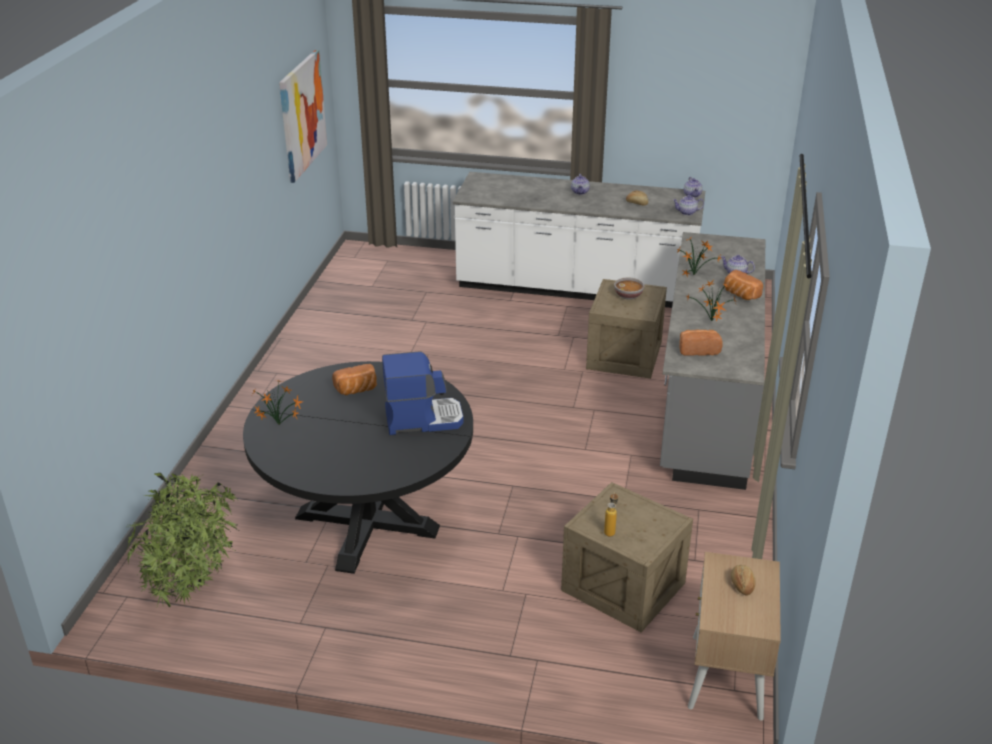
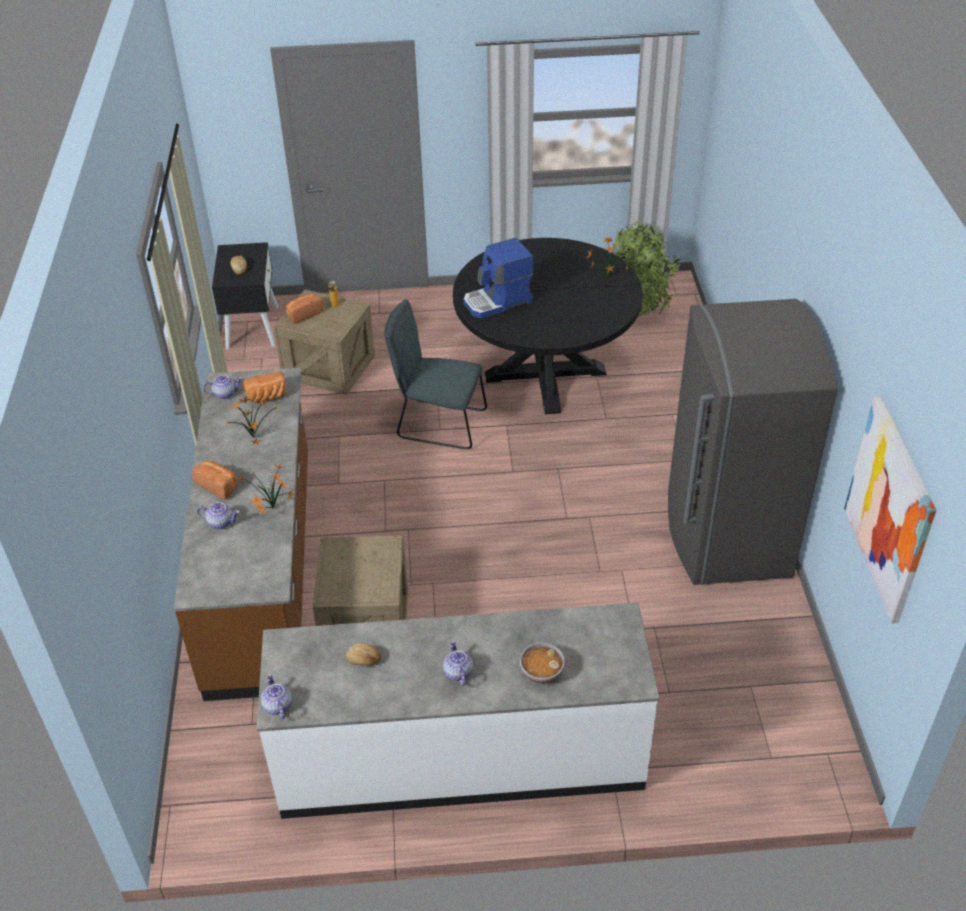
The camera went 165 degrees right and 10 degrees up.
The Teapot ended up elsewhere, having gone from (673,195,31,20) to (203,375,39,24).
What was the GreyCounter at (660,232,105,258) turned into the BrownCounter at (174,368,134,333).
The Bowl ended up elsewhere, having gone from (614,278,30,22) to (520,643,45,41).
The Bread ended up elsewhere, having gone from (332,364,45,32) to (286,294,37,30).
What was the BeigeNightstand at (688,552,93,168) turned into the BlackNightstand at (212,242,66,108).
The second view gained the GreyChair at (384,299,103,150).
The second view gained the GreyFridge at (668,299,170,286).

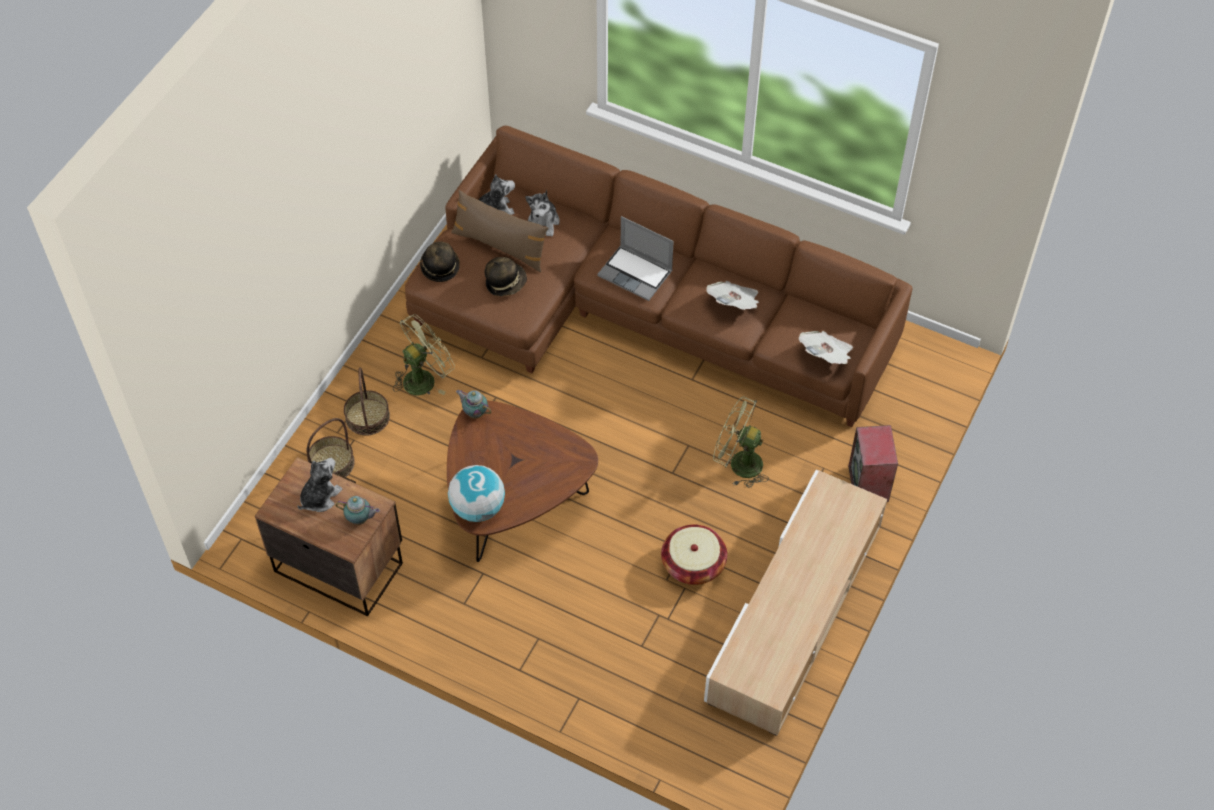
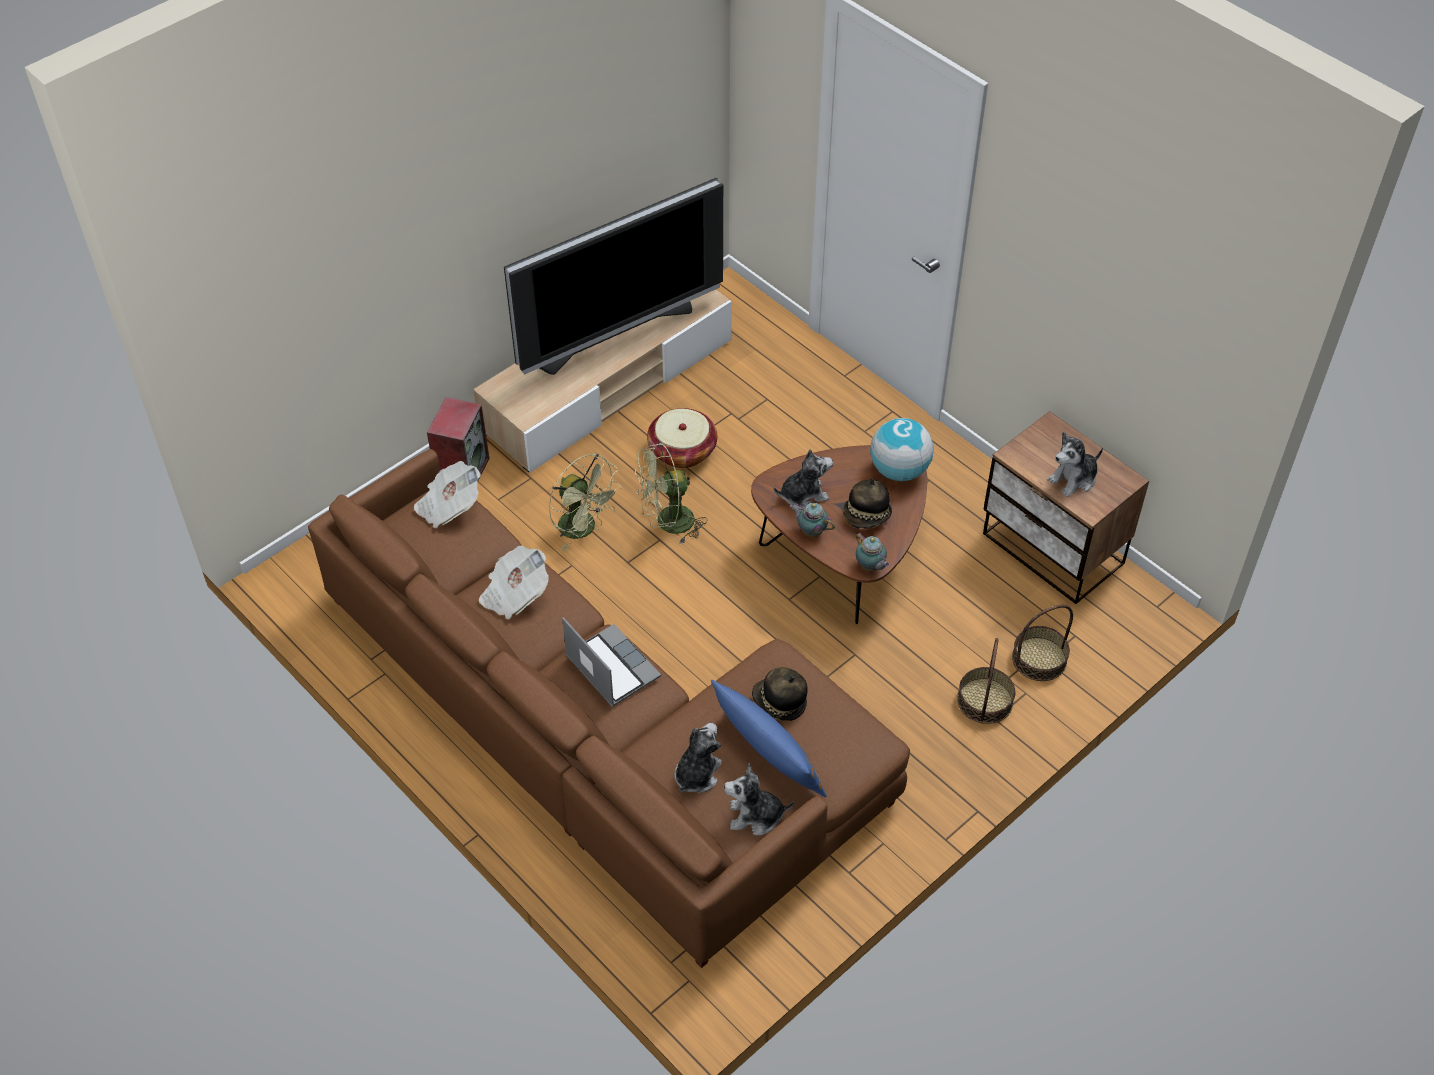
The camera went 160 degrees left and 5 degrees down.
What was the BrownPillow at (451,190,97,82) turned into the BluePillow at (711,680,116,117).
The Hat ended up elsewhere, having gone from (420,241,40,41) to (843,478,49,51).
The GreenFan ended up elsewhere, having gone from (393,314,62,81) to (635,442,72,103).
The Teapot ended up elsewhere, having gone from (335,496,45,29) to (790,503,45,34).
The second view gained the Television at (504,178,219,197).
The second view gained the PlushToy at (774,449,59,61).

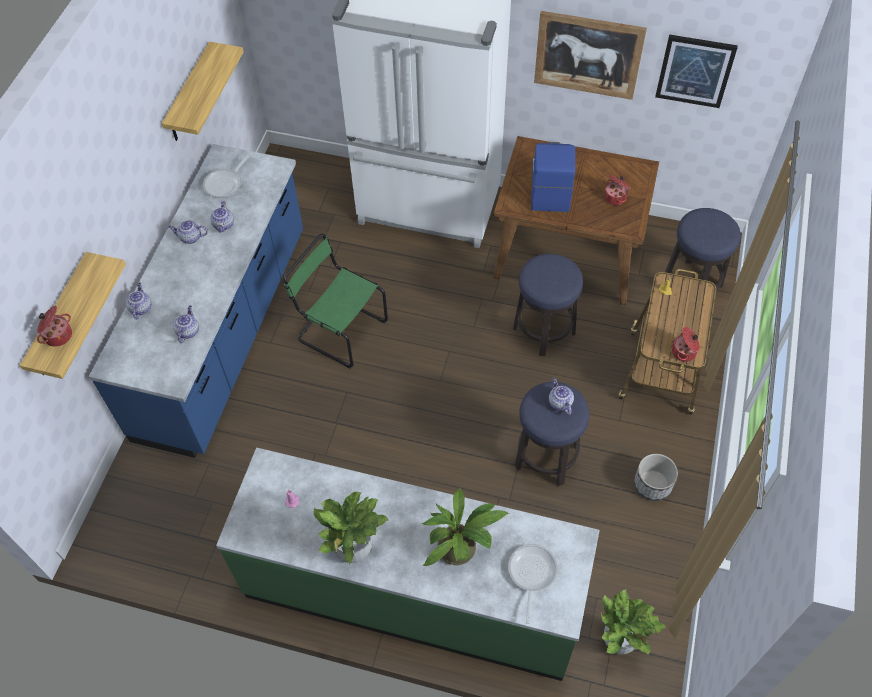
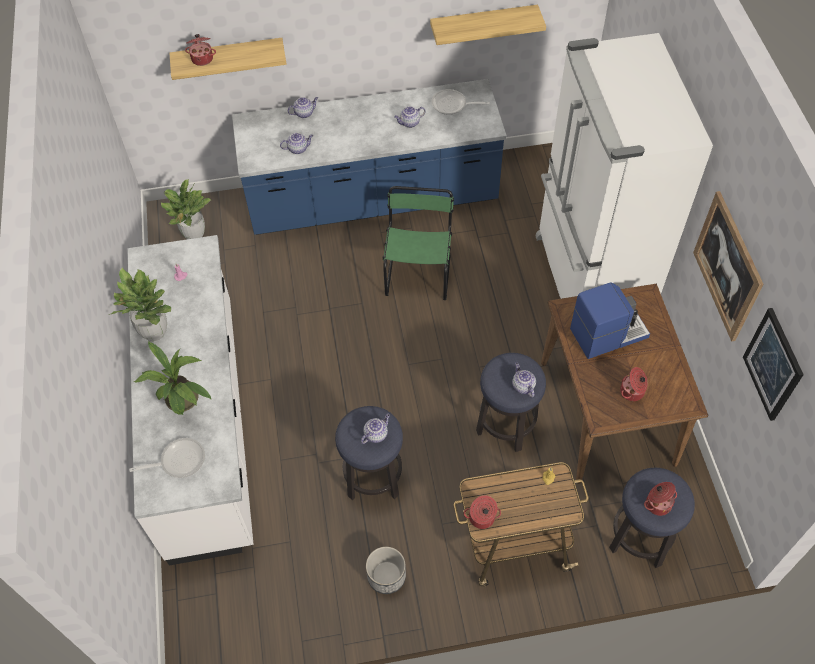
The camera went 65 degrees right and 0 degrees up.
The Teapot ended up elsewhere, having gone from (168,220,40,24) to (512,362,24,36).
What was the GreenCounter at (216,447,384,234) turned into the WhiteCounter at (127,235,126,330).
The PottedPlant ended up elsewhere, having gone from (601,589,65,66) to (161,179,50,60).
The second view gained the CookingPot at (644,482,33,34).

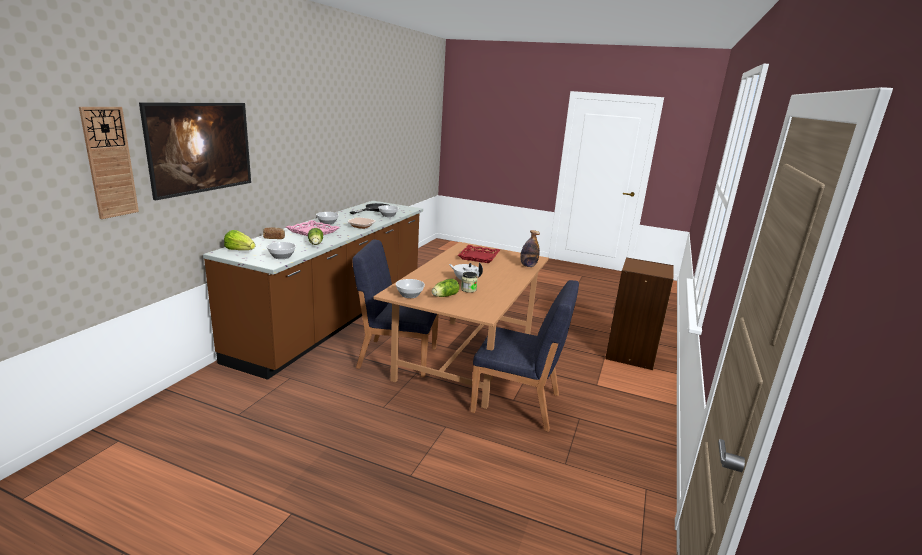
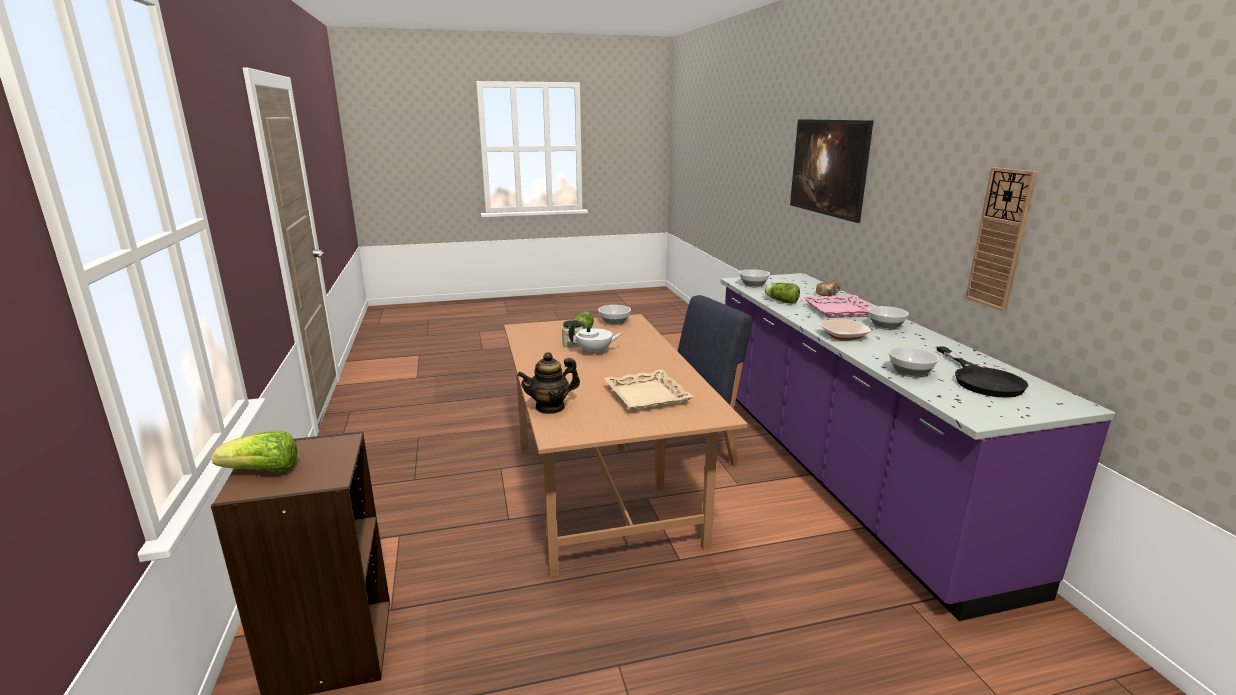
The camera went 145 degrees right and 0 degrees up.
The WallClock ended up elsewhere, having gone from (79,107,60,112) to (965,167,72,145).
What was the BrownCounter at (203,201,220,179) turned into the PurpleCounter at (721,273,394,348).
The Lettuce ended up elsewhere, having gone from (224,230,31,20) to (211,430,87,43).
Where the Bottle stood at (520,230,20,37), the Teapot came to stand at (517,352,63,62).
What was the RedTray at (458,245,42,18) turned into the BeigeTray at (604,369,90,43).
The second view lost the BlueChair at (470,280,109,152).

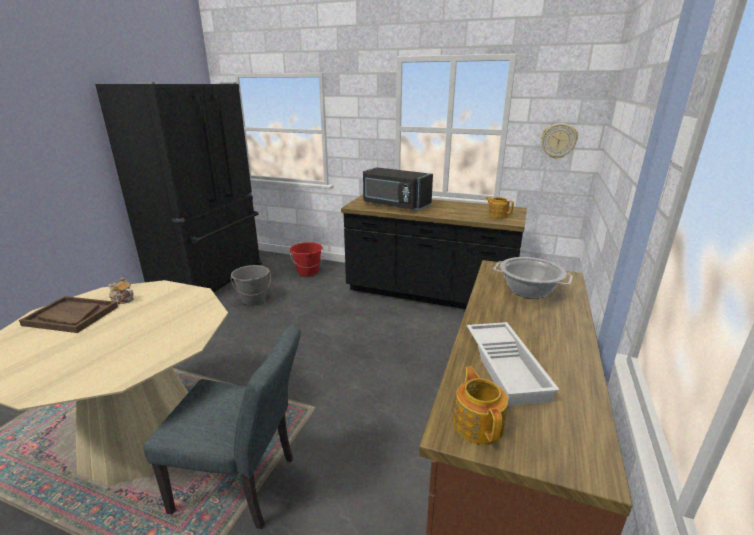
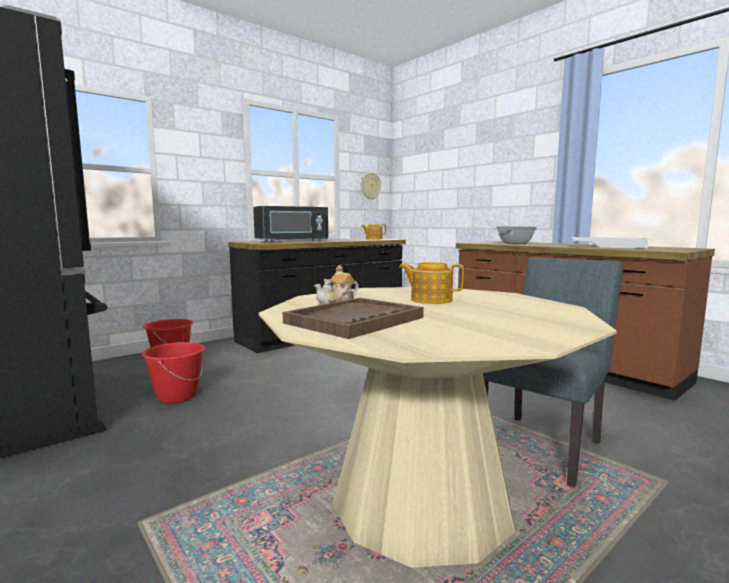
The camera went 60 degrees left and 15 degrees down.
What was the GreyBucket at (231,265,40,40) turned into the RedBucket at (142,342,63,61).
The Teapot ended up elsewhere, having gone from (453,366,55,79) to (399,262,65,42).

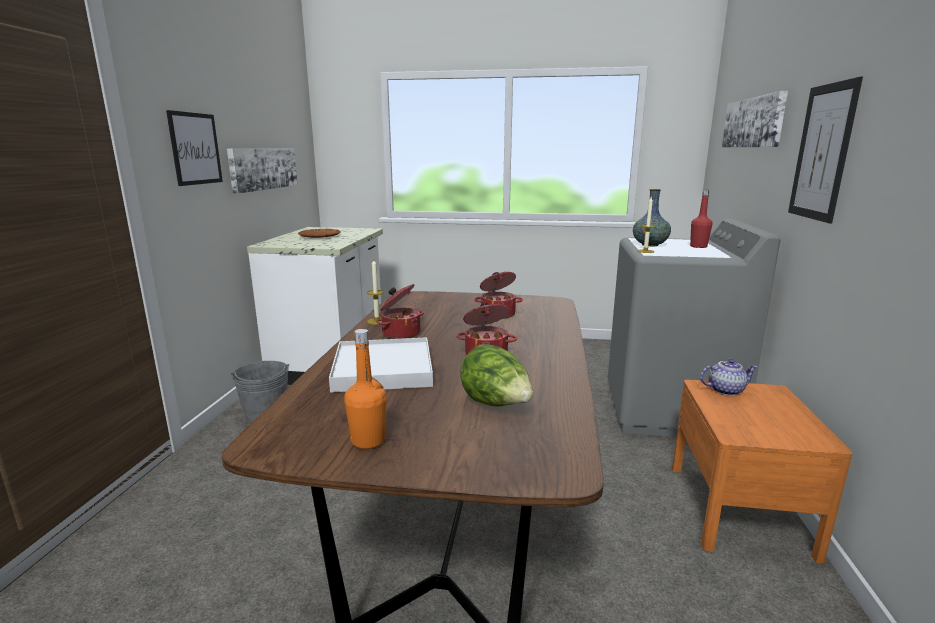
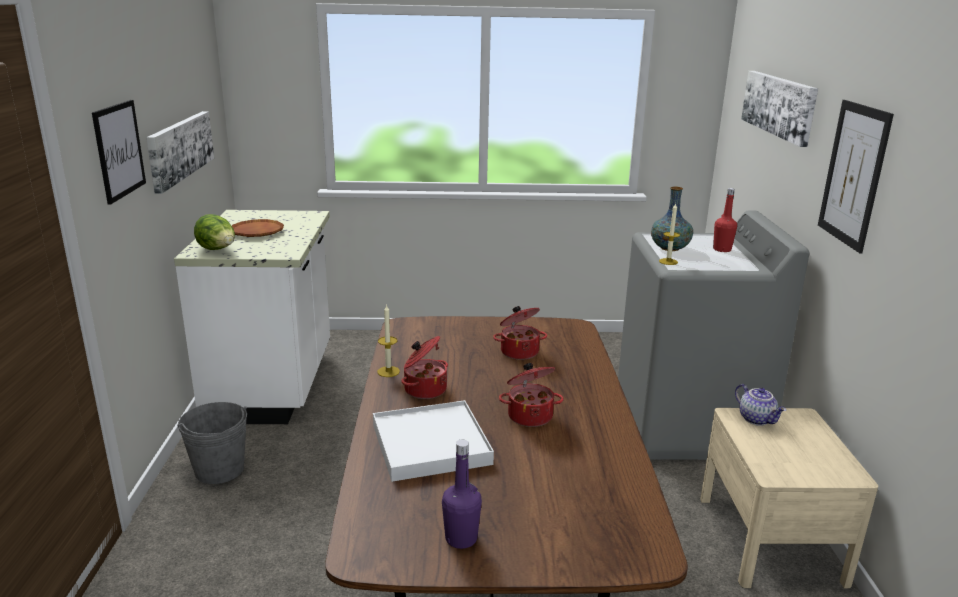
The camera went 10 degrees left and 5 degrees up.
What was the OrangeBottle at (344,329,43,120) turned into the PurpleBottle at (442,440,40,109).
The Lettuce ended up elsewhere, having gone from (460,344,73,63) to (194,214,41,36).
The Teapot at (700,359,57,37) ended up facing another way, 75 degrees clockwise from before.
What was the OrangeNightstand at (672,380,180,183) turned into the BeigeNightstand at (700,408,178,180).

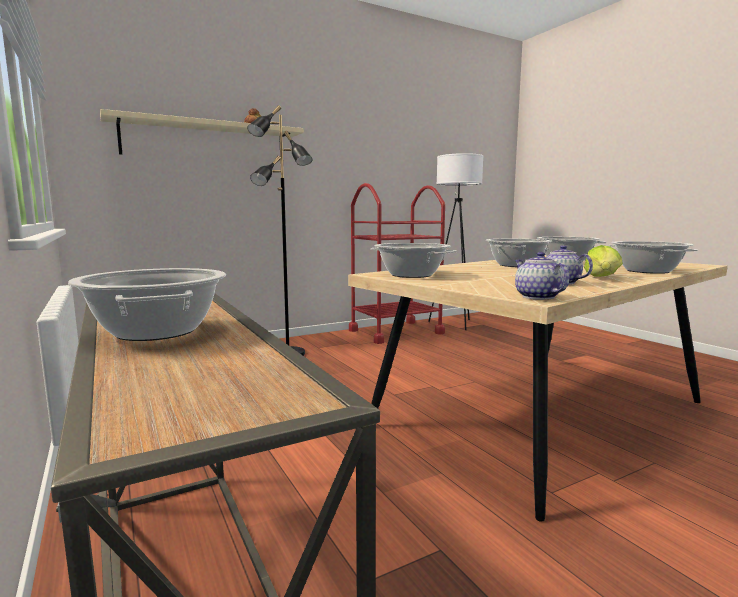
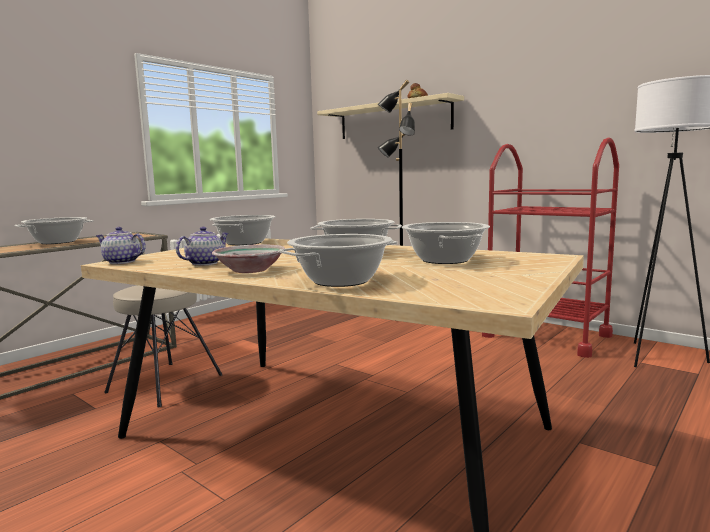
The camera went 70 degrees right and 0 degrees up.
Where the Lettuce stood at (584,245,39,32), the Bowl came to stand at (212,244,74,29).
The Teapot at (515,252,55,48) ended up facing another way, 120 degrees counterclockwise from before.
The second view gained the BeigeStool at (104,285,118,122).

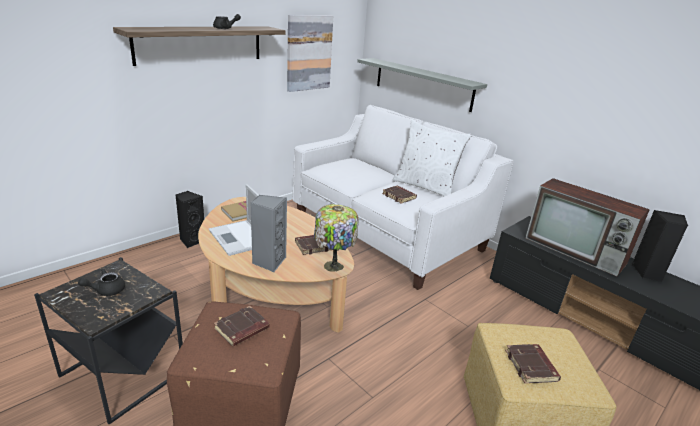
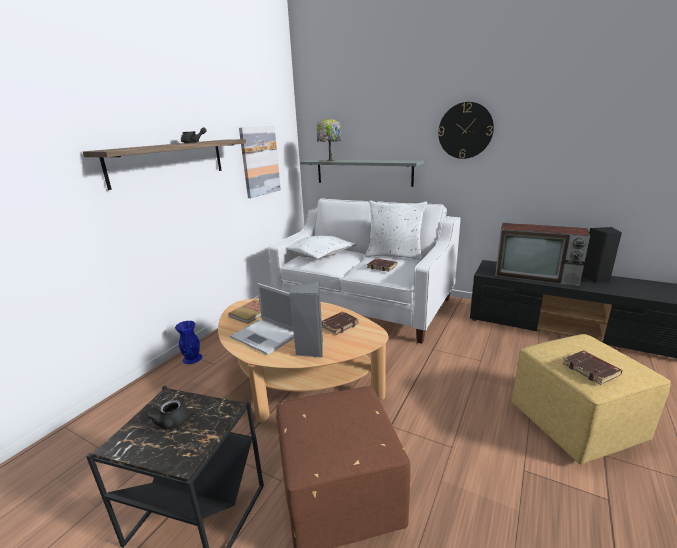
The camera went 15 degrees left and 5 degrees down.
Where the BlackSpeaker stood at (175,191,29,57), the BlueVase came to stand at (175,321,27,43).
The TableLamp ended up elsewhere, having gone from (314,204,45,68) to (317,118,24,43).
The BlackTeapot at (78,269,47,27) ended up facing another way, 60 degrees counterclockwise from before.
The second view lost the BrownBook at (214,306,56,41).
The second view gained the WallClock at (438,102,56,57).
The second view gained the WhitePillow at (287,235,70,24).

